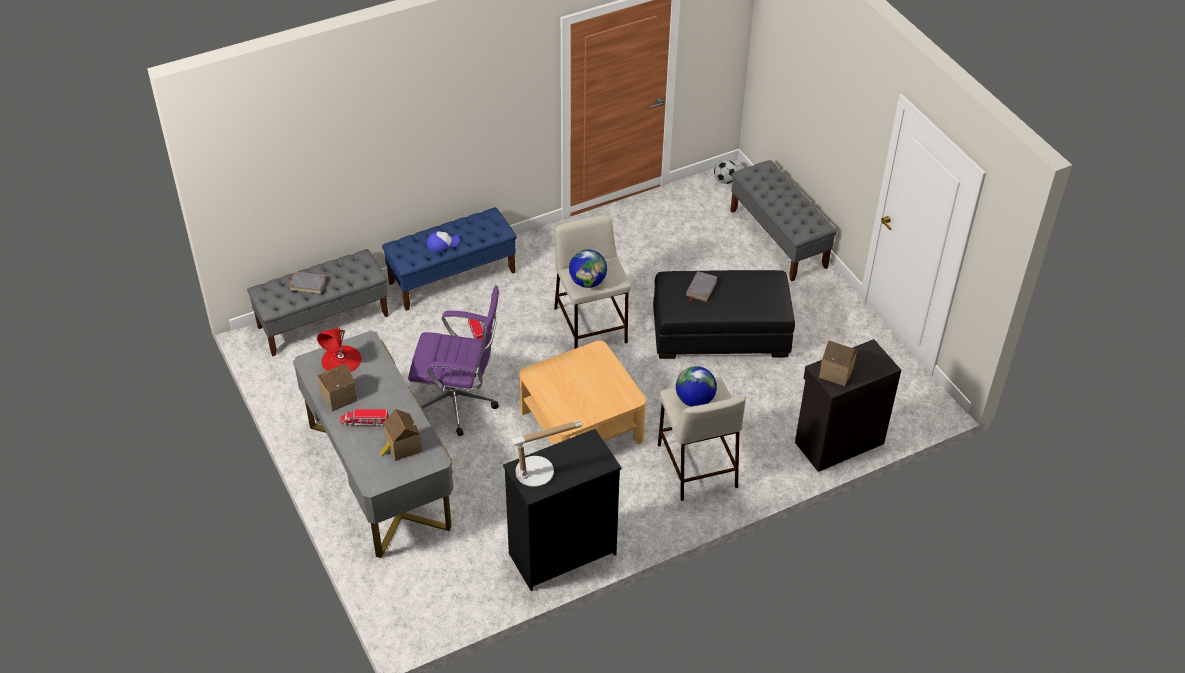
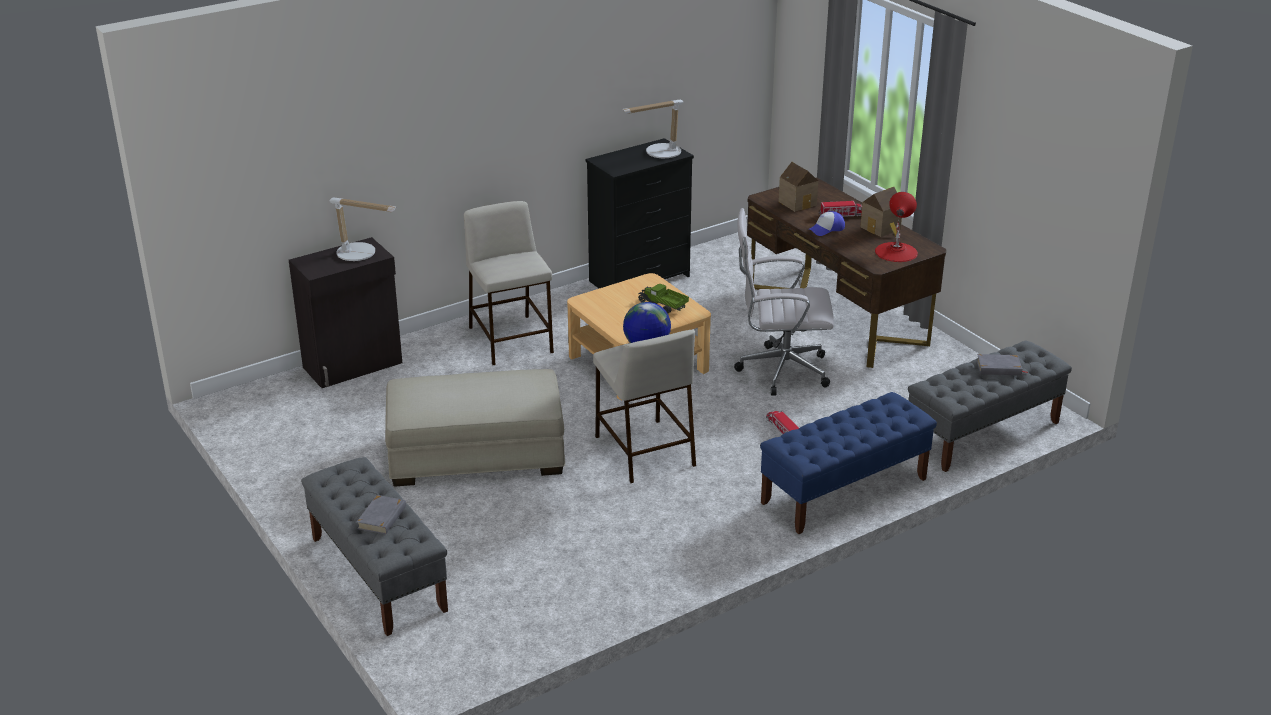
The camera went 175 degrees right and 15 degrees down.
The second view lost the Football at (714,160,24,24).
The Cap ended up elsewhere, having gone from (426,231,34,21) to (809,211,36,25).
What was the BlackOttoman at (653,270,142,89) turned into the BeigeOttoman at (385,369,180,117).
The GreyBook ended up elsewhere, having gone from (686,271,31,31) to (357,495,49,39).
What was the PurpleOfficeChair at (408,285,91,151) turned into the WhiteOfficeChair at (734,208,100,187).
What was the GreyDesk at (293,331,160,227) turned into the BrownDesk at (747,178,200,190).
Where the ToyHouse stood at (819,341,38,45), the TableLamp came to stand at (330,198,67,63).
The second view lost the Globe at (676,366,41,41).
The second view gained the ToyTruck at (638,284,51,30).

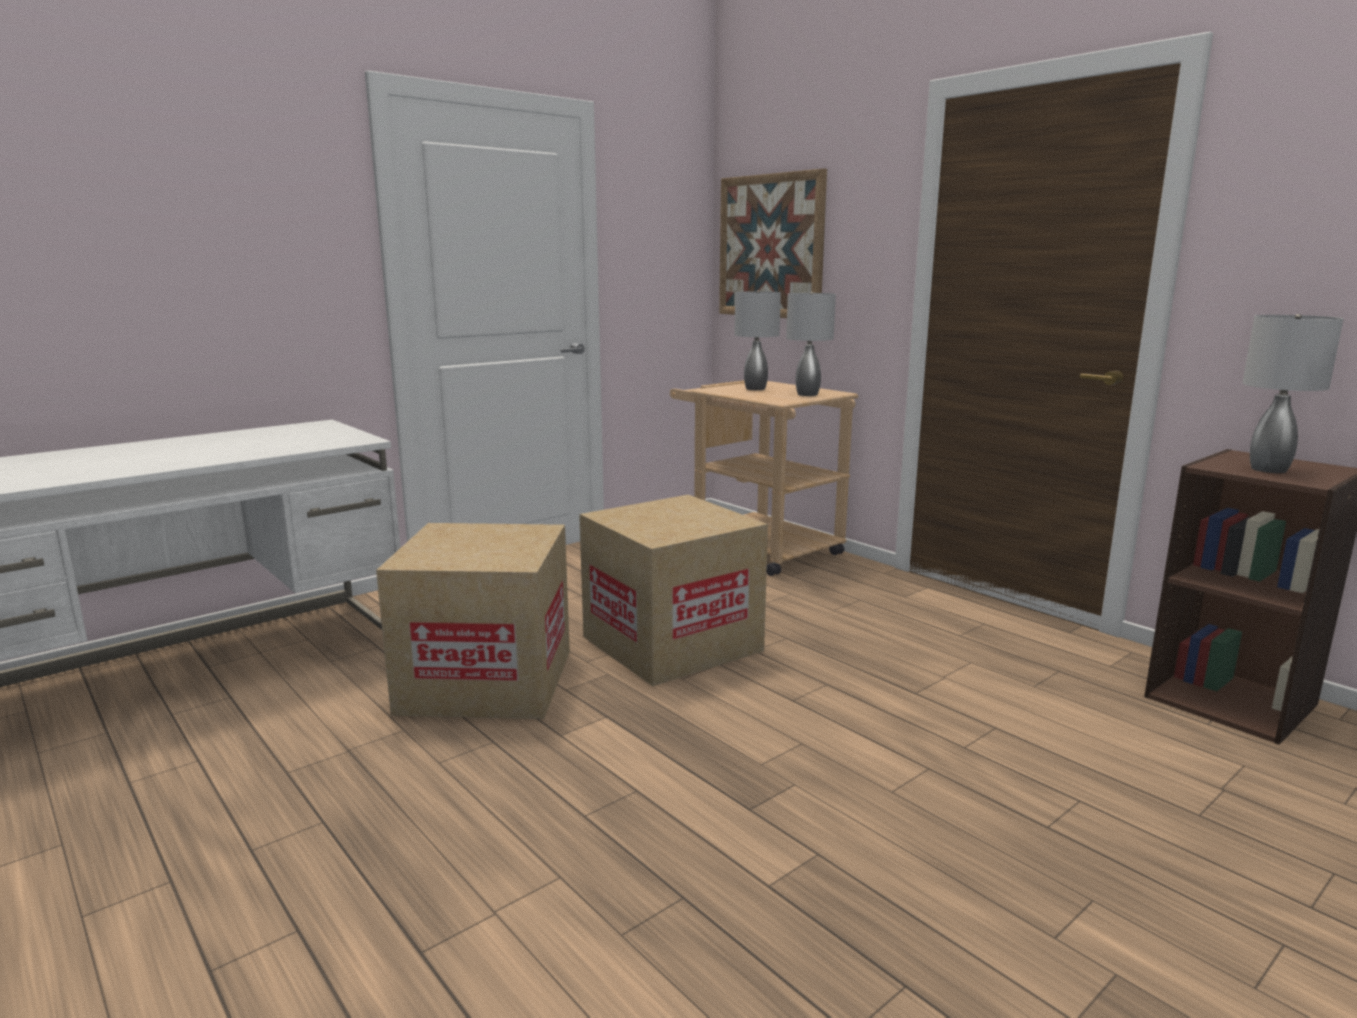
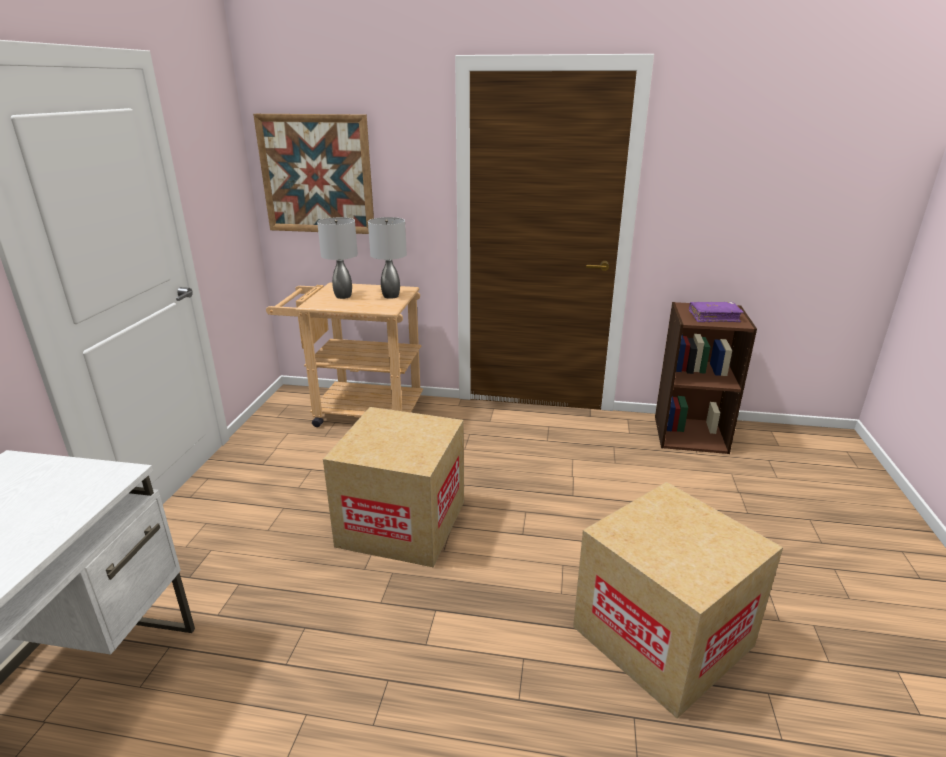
The camera went 40 degrees left and 10 degrees up.
Where the GreyTableLamp stood at (1243,314,101,159), the PurpleBook came to stand at (689,302,55,20).
The CardboardBox ended up elsewhere, having gone from (376,523,194,196) to (573,482,210,237).

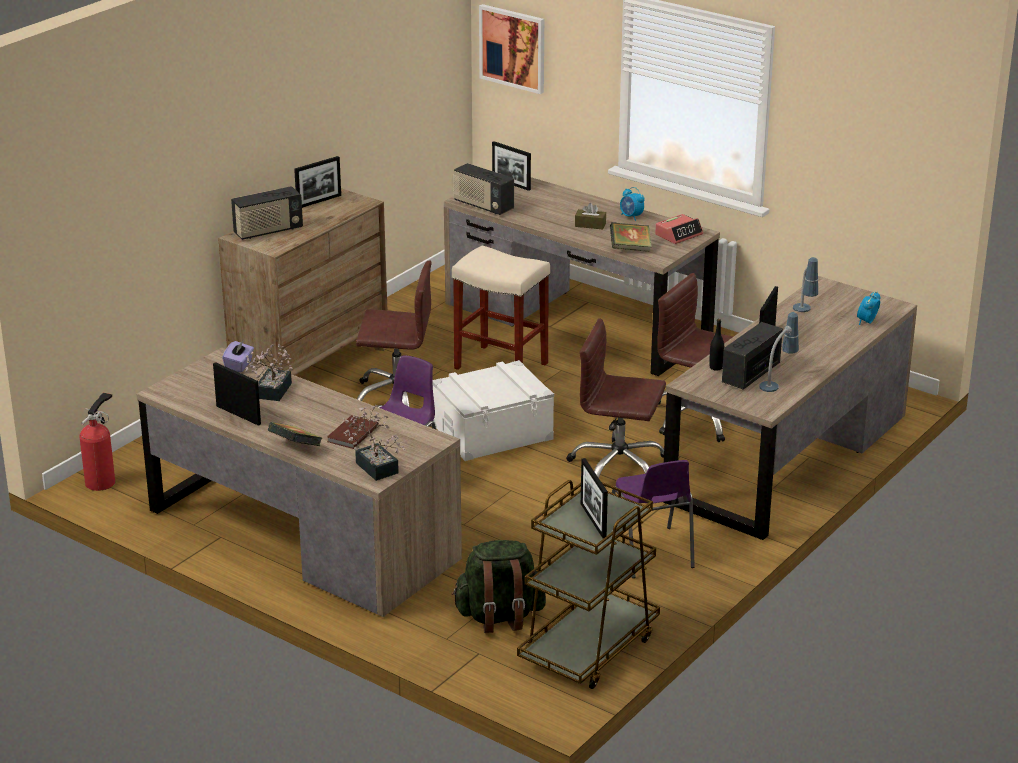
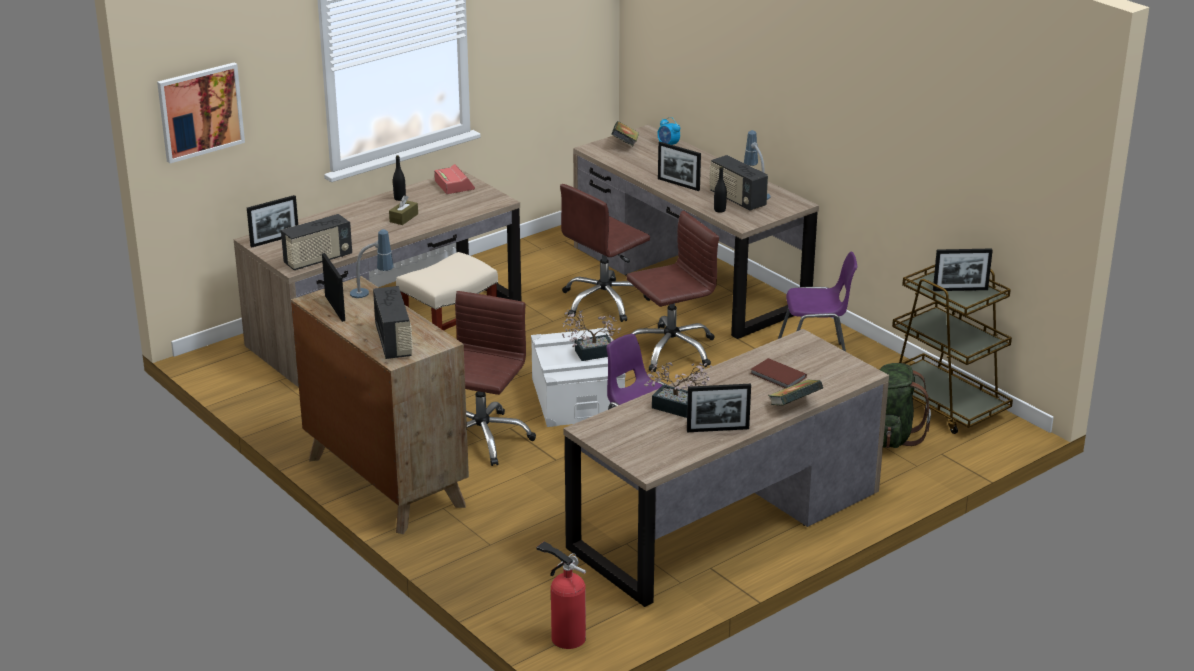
The camera went 75 degrees left and 0 degrees up.
Where the AlarmClock stood at (620,187,25,34), the BlackBottle came to stand at (393,155,13,46).
The Book ended up elsewhere, having gone from (610,222,42,30) to (611,121,28,25).
The TableLamp ended up elsewhere, having gone from (793,257,25,55) to (350,229,44,69).
The BrownOfficeChair at (567,318,99,160) ended up facing another way, 150 degrees counterclockwise from before.
The second view lost the PurpleTissueBox at (222,340,32,32).
The PictureFrame at (213,362,48,64) ended up facing another way, 150 degrees counterclockwise from before.
The PottedPlant ended up elsewhere, having gone from (342,405,63,76) to (562,309,59,52).

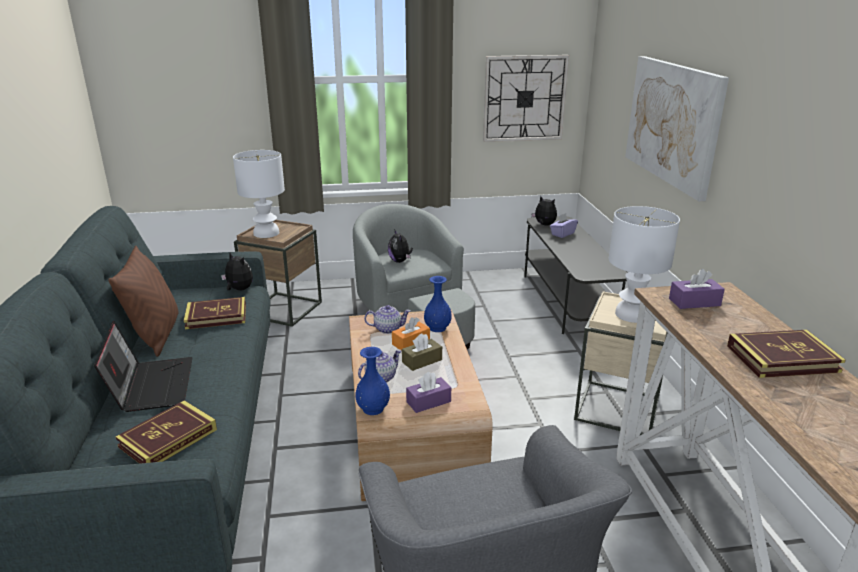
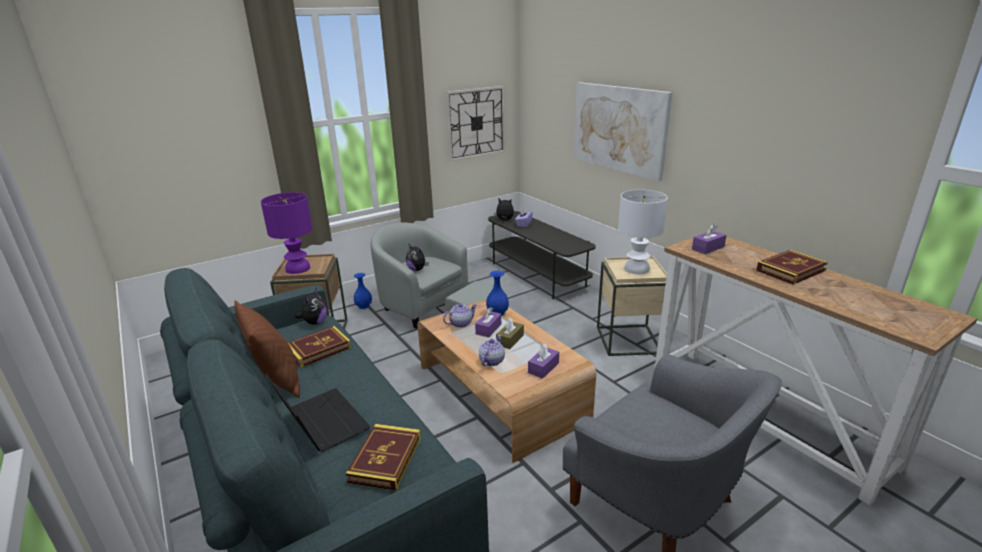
The camera went 25 degrees left and 0 degrees up.
What was the WhiteTableLamp at (233,150,52,88) turned into the PurpleTableLamp at (261,192,51,82).
The PlushToy at (221,253,32,38) ended up facing another way, 90 degrees clockwise from before.
What was the OrangeTissueBox at (392,317,38,33) turned into the PurpleTissueBox at (475,308,26,29).
The BlueVase ended up elsewhere, having gone from (355,347,35,68) to (354,273,18,36).

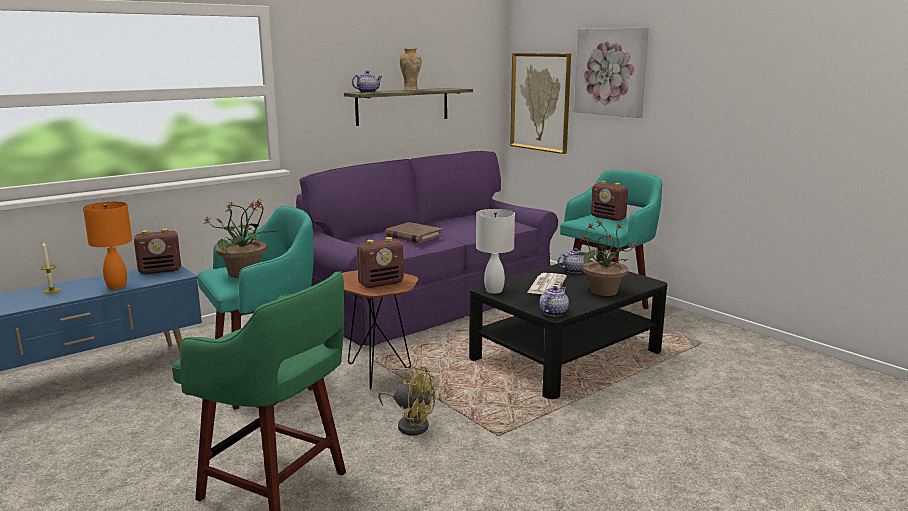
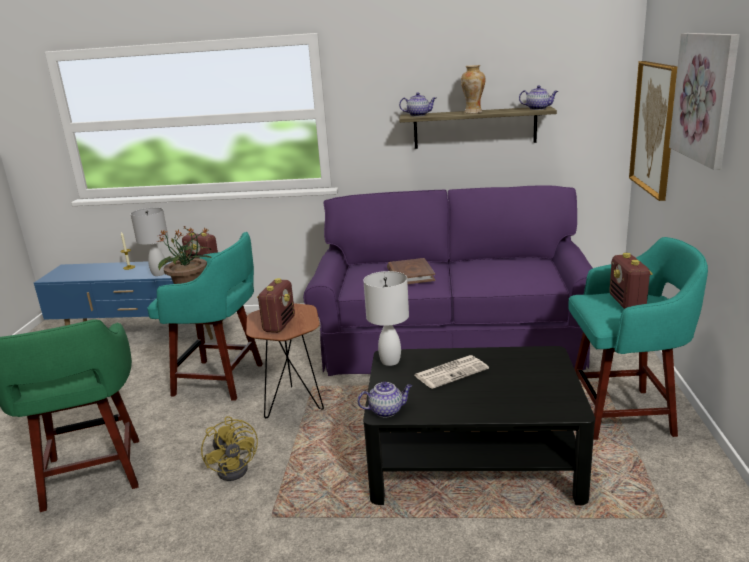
The camera went 45 degrees right and 5 degrees up.
What was the OrangeTableLamp at (83,201,49,88) turned into the WhiteTableLamp at (131,208,37,68).
The second view lost the PottedPlant at (571,220,68,76).
The Radio at (357,237,47,51) ended up facing another way, 90 degrees counterclockwise from before.
The Teapot ended up elsewhere, having gone from (557,248,33,25) to (519,86,39,24).

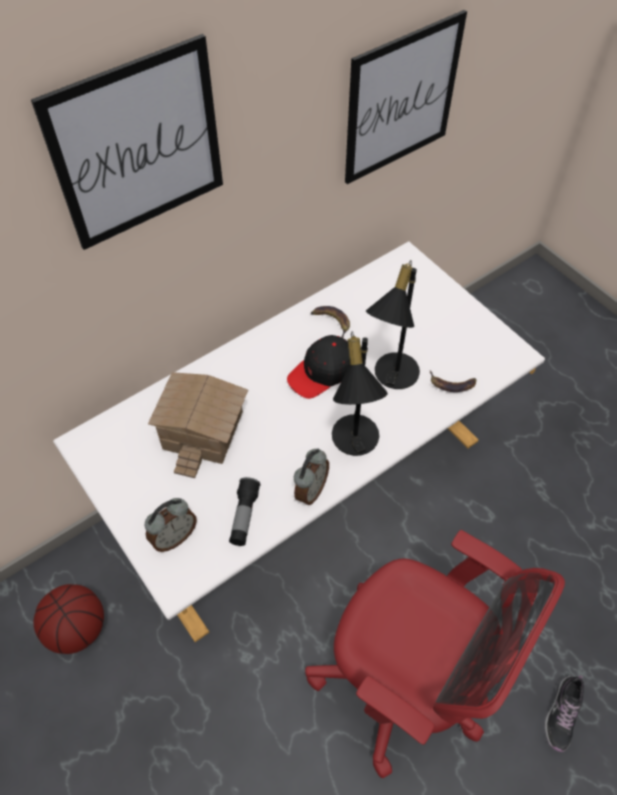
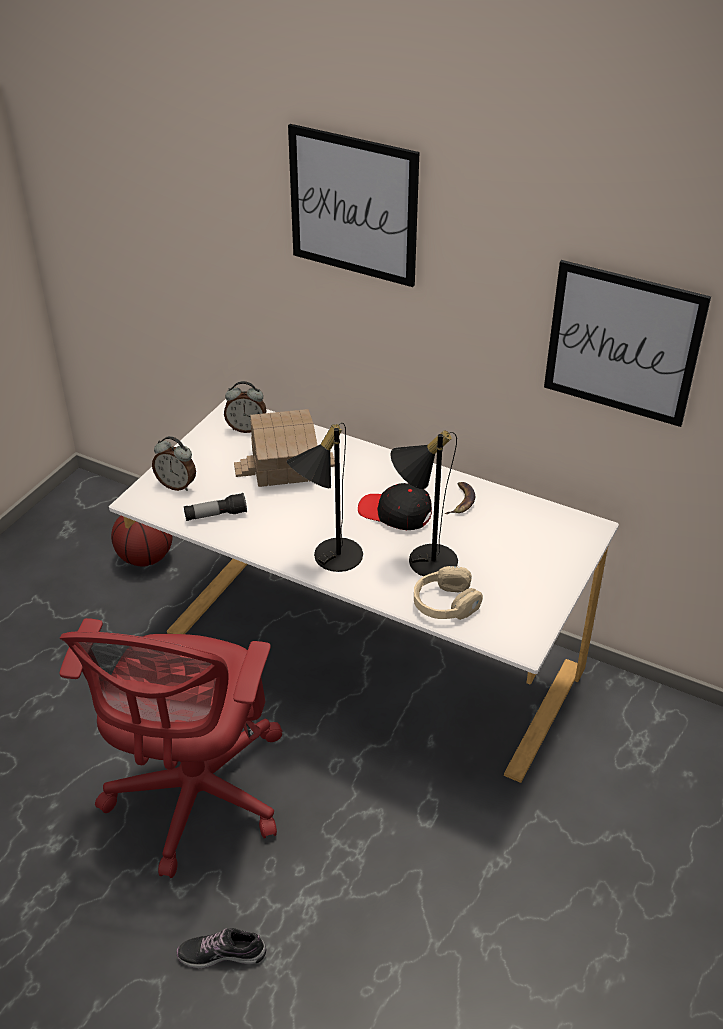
The camera went 65 degrees right and 15 degrees down.
Where the Banana stood at (430,371,46,21), the BeigeHeadphones came to stand at (414,566,69,54).
The AlarmClock ended up elsewhere, having gone from (294,448,35,57) to (224,381,43,52).

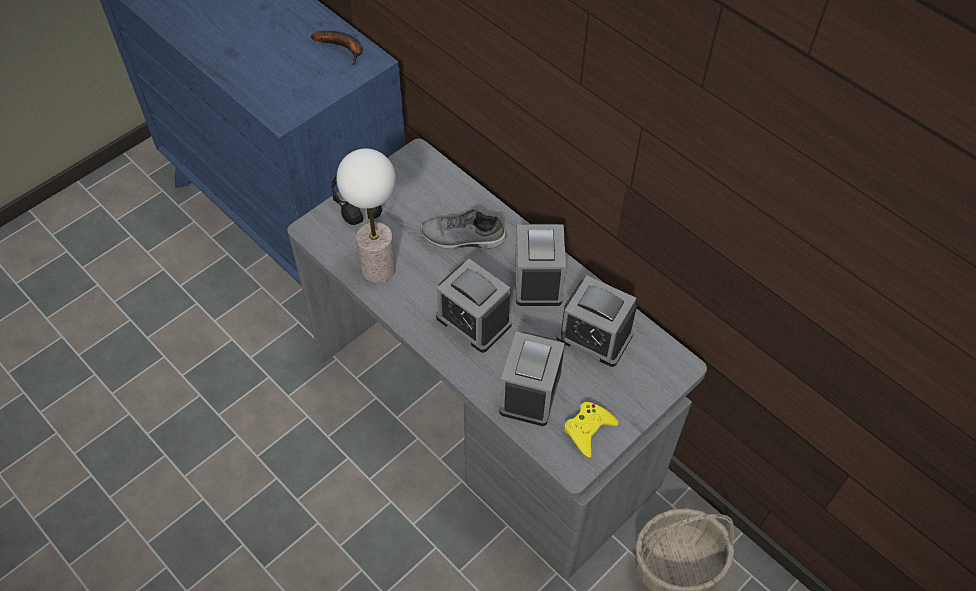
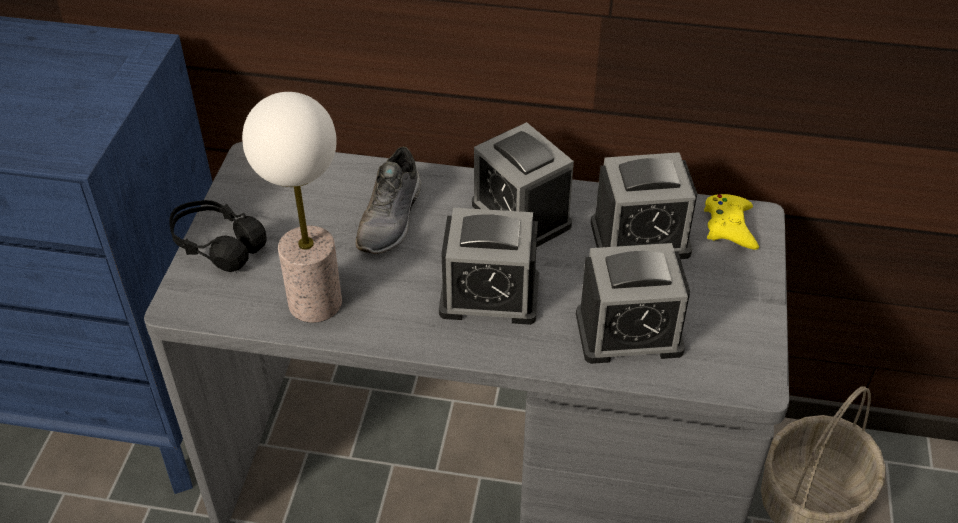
The camera went 35 degrees left and 10 degrees down.
The second view lost the Banana at (311,31,51,34).
The GreyShoe at (420,209,86,40) ended up facing another way, 45 degrees counterclockwise from before.
The AlarmClock at (499,331,66,95) ended up facing another way, 75 degrees counterclockwise from before.
The YellowGameController ended up elsewhere, having gone from (564,402,55,56) to (704,194,55,56).

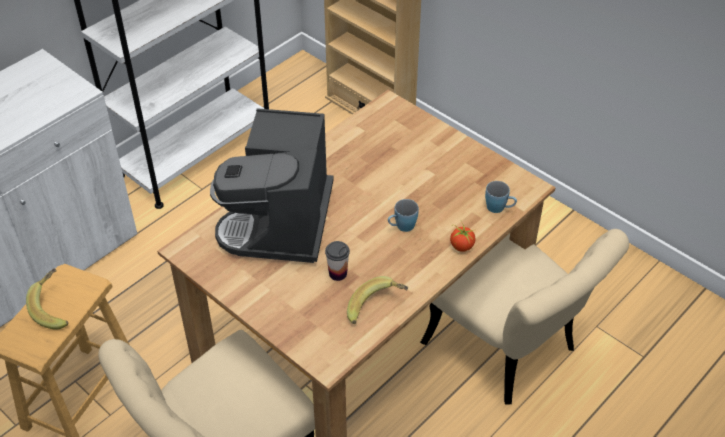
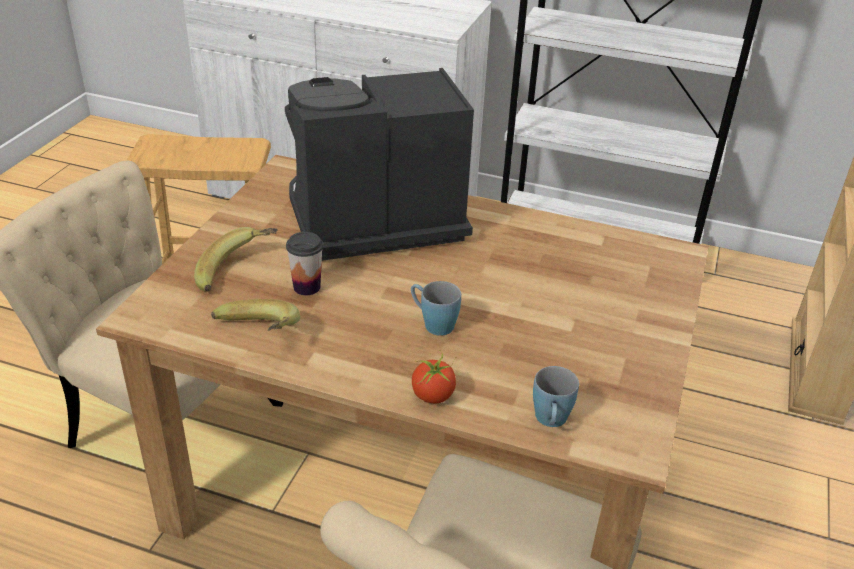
The camera went 65 degrees right and 10 degrees down.
The Banana ended up elsewhere, having gone from (26,268,42,62) to (194,227,84,65).

